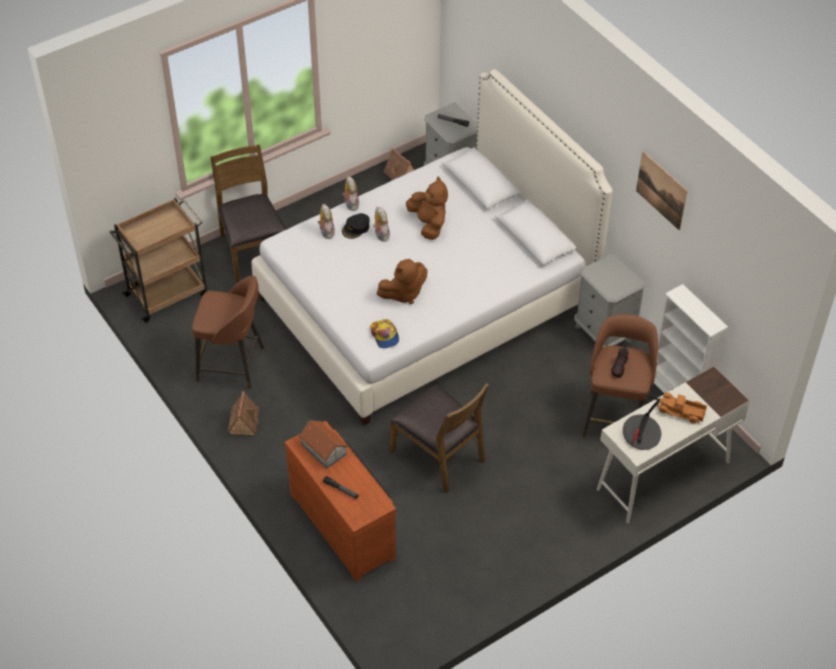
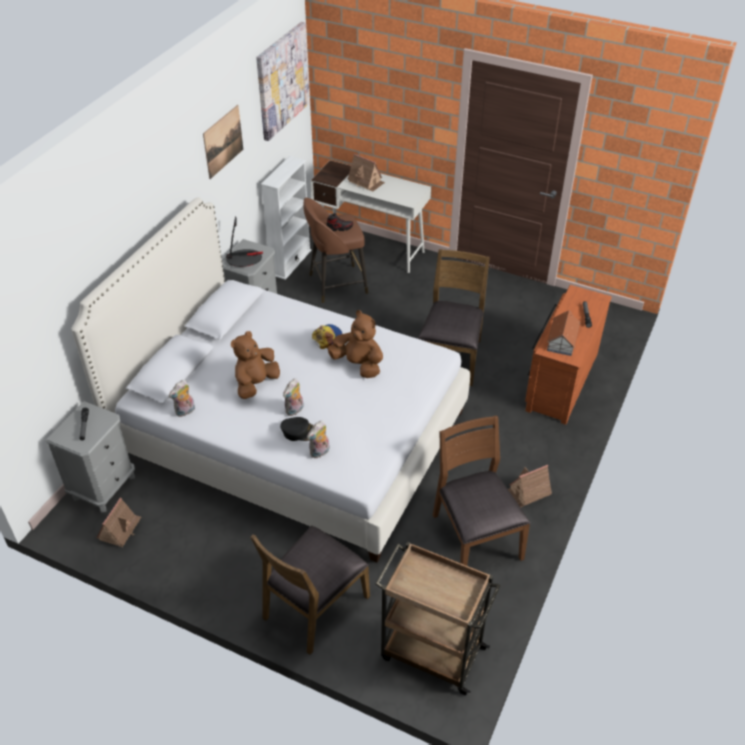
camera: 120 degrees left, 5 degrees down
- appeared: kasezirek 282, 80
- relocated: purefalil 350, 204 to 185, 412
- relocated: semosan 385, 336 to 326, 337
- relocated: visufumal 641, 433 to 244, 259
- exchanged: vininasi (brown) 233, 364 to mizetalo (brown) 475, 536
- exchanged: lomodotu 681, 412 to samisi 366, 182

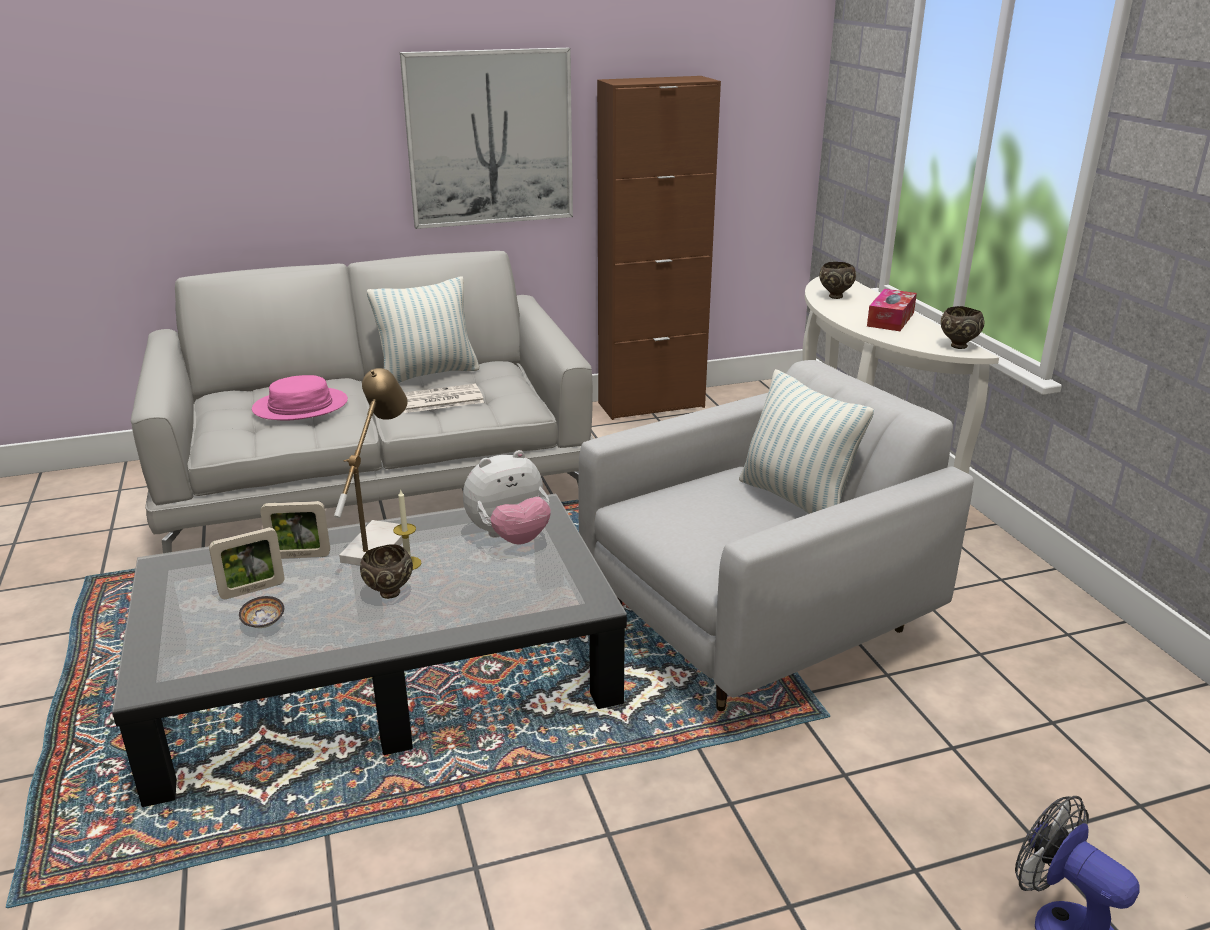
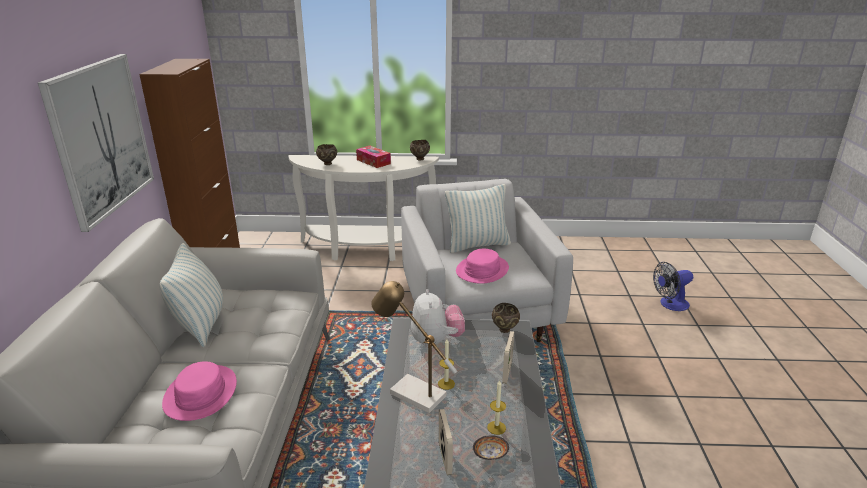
camera: 70 degrees left, 0 degrees up
- missing: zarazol 439, 400
- appeared: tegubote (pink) 482, 270
- appeared: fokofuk 496, 427
- relocated: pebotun 300, 556 to 507, 372
- relocated: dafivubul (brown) 388, 594 to 505, 330

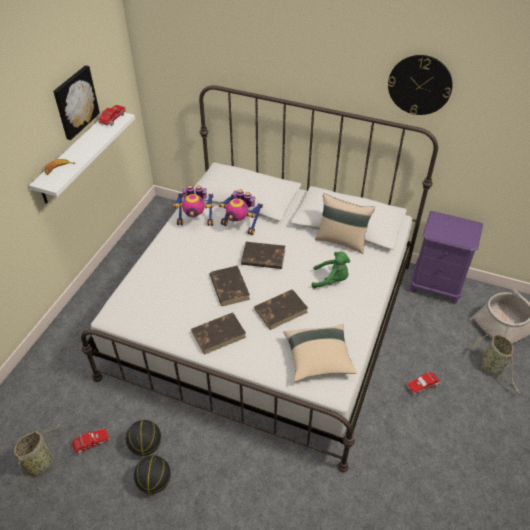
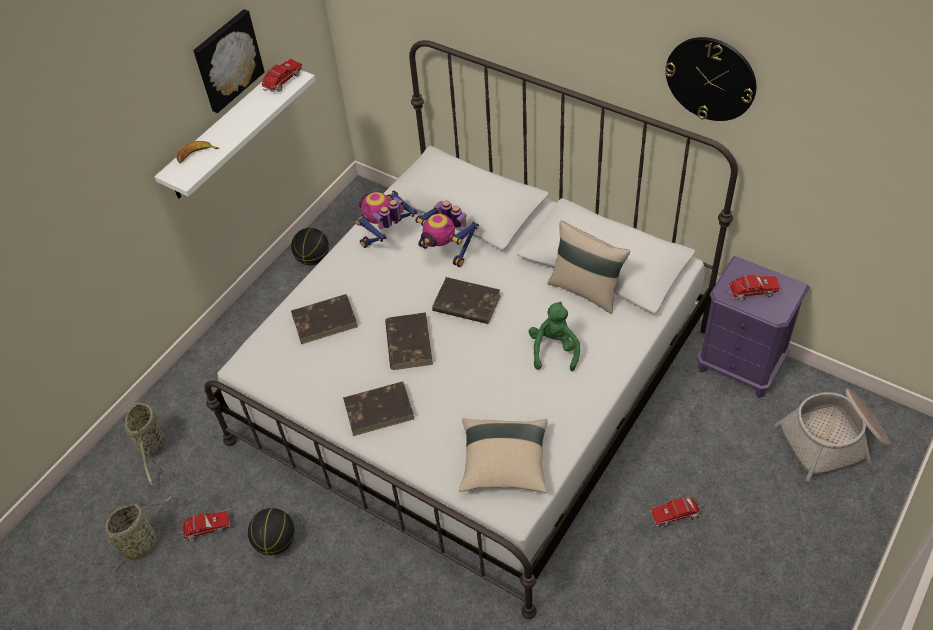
camera: 15 degrees right, 5 degrees up
- appeared: lomodotu 750, 292
- relocated: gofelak 154, 482 to 313, 259
- relocated: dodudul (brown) 281, 310 to 325, 320
- relocated: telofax 492, 368 to 152, 447
- spun: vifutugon 196, 221 = 386, 236 120 degrees clockwise
- spun: purefalil (green) 331, 280 = 554, 349 105 degrees counterclockwise

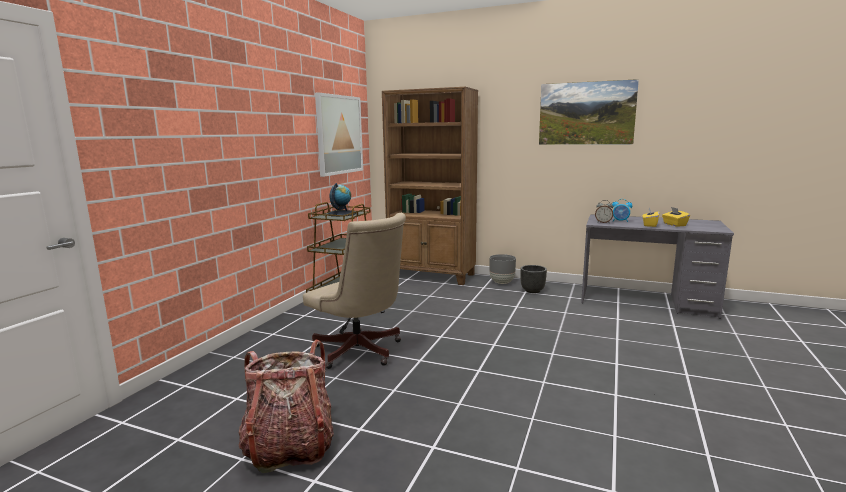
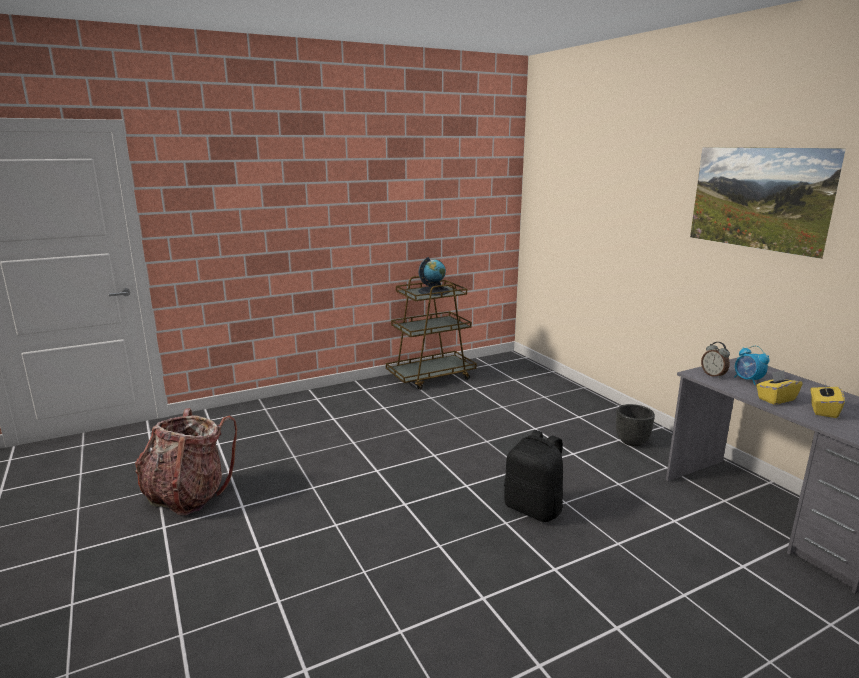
camera: 40 degrees right, 5 degrees up
- missing: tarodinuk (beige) 360, 352
- missing: kasezirek 339, 135
- missing: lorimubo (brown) 432, 276
- missing: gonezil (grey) 501, 282
- appeared: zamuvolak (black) 534, 509

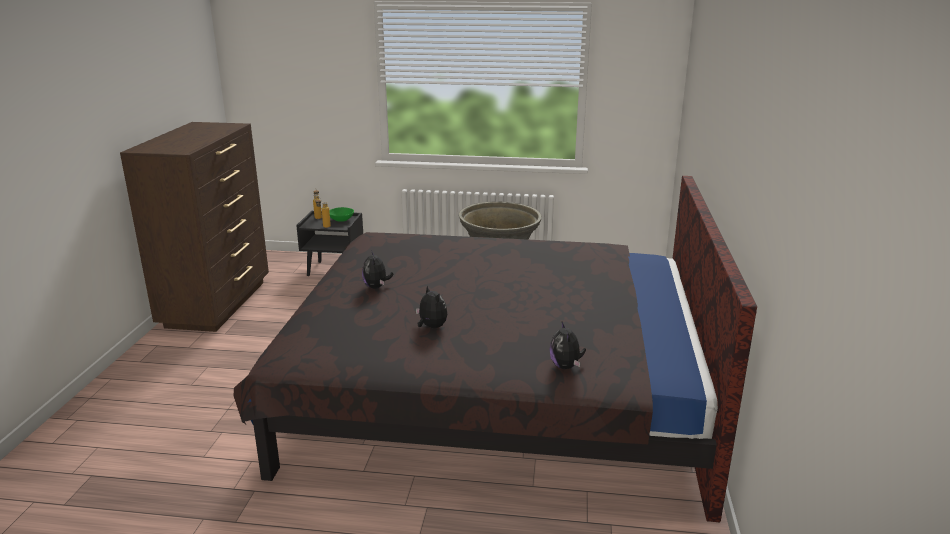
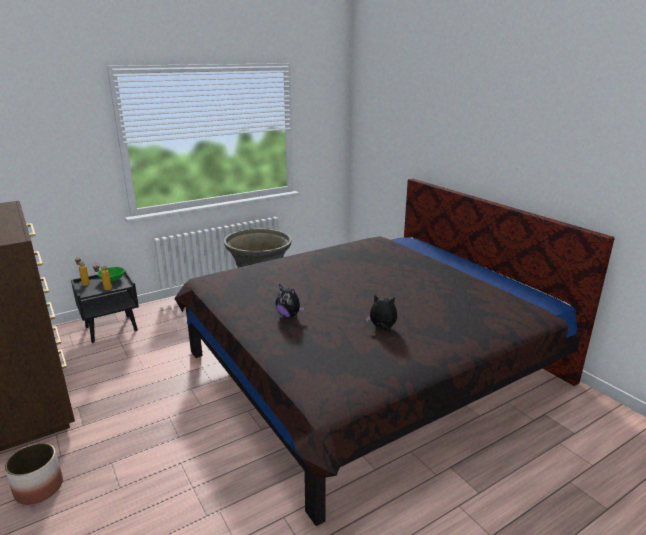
camera: 40 degrees left, 0 degrees up
- missing: purefalil 566, 366
- appeared: gonezil 39, 488

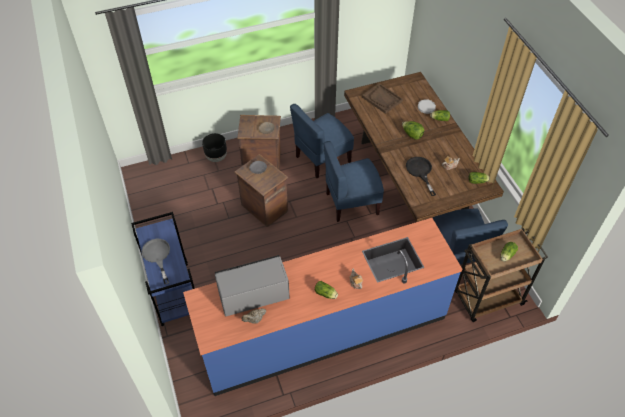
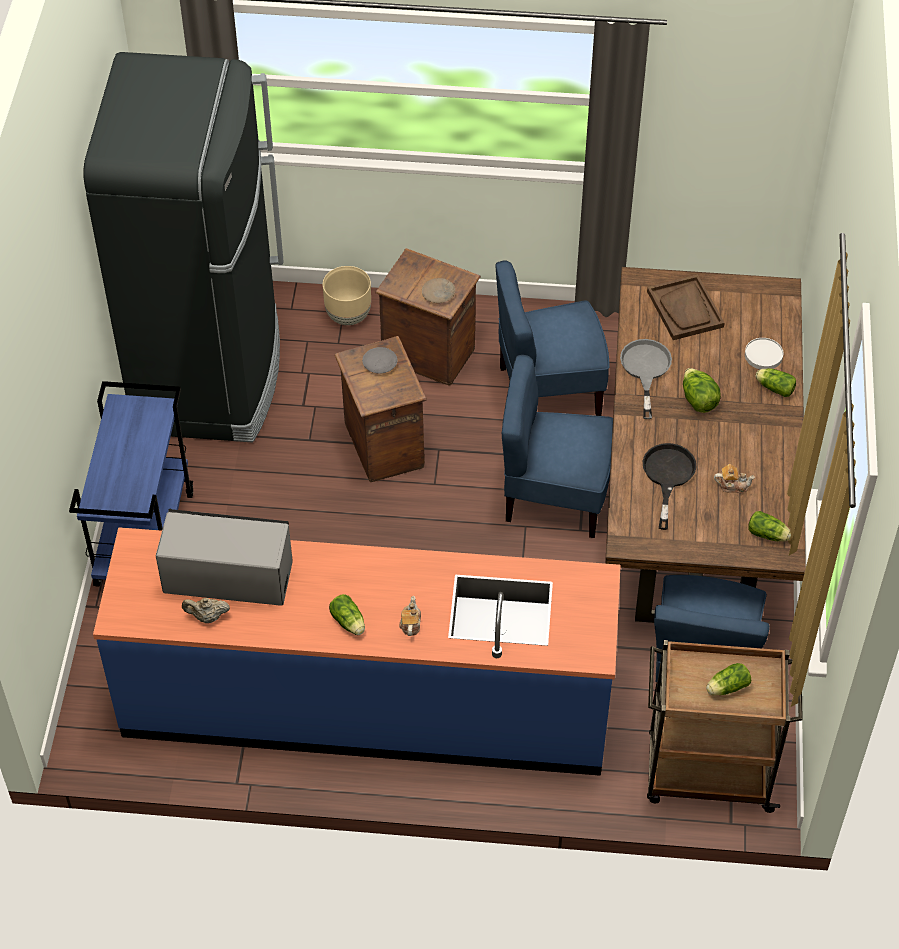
camera: 25 degrees right, 0 degrees up
- appeared: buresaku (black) 210, 376
- relocated: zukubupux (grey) 157, 256 to 645, 370
- colour: gonezil (black) 216, 157 to gonezil (beige) 348, 315

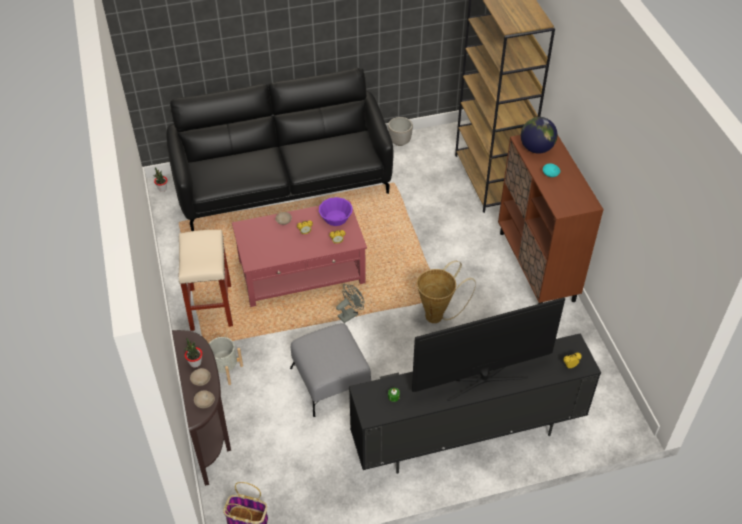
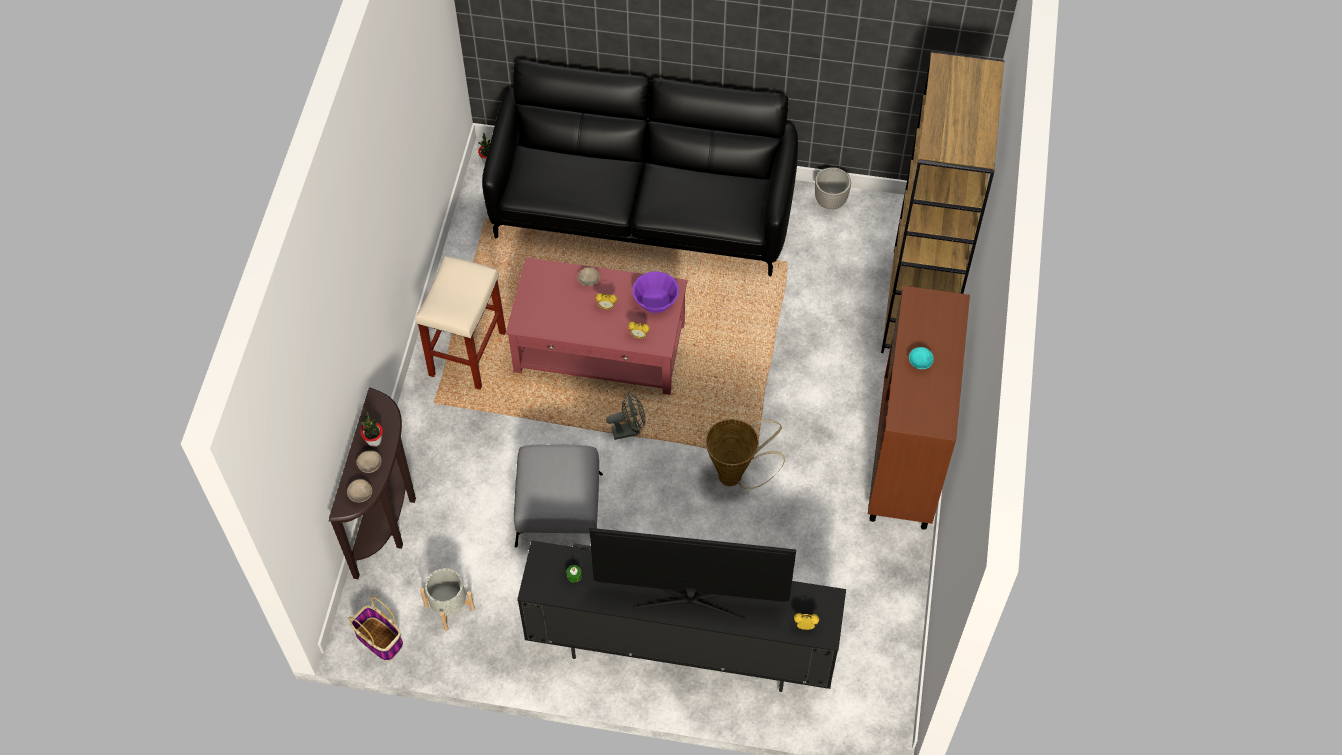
camera: 25 degrees right, 10 degrees up
- missing: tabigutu 536, 148
- relocated: gonezil (grey) 225, 370 to 449, 607

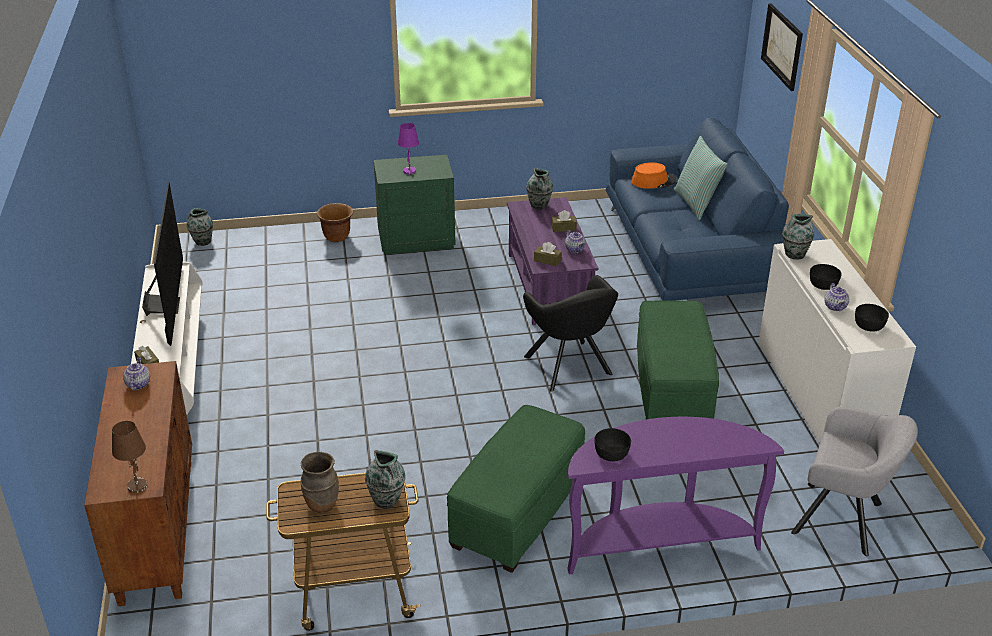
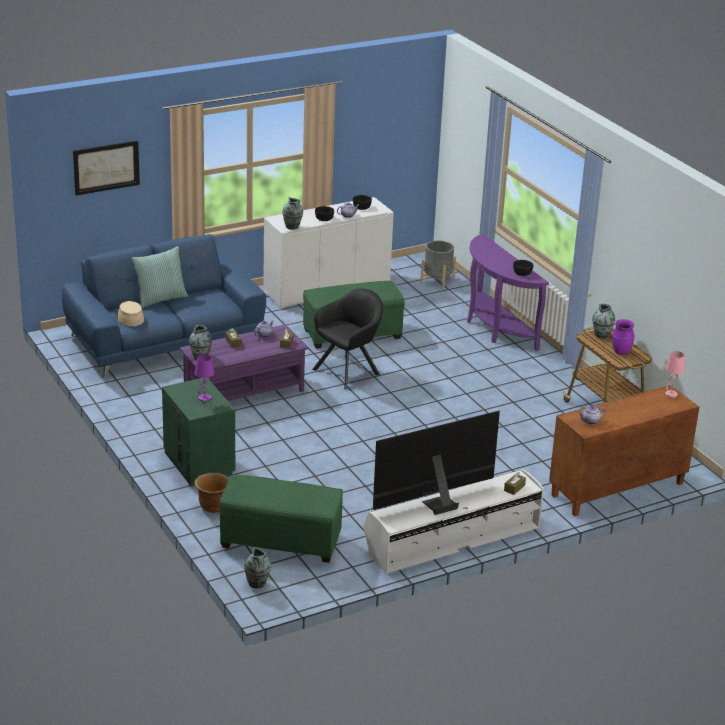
camera: 110 degrees left, 5 degrees down
- relocated: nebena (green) 517, 513 to 280, 540
- exchanged: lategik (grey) 843, 520 to gonezil (grey) 437, 281
- colour: visufumal (brown) 137, 485 to visufumal (pink) 671, 394
- colour: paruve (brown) 321, 504 to paruve (purple) 621, 352
- colour: tegubote (orange) 653, 181 to tegubote (beige) 129, 317

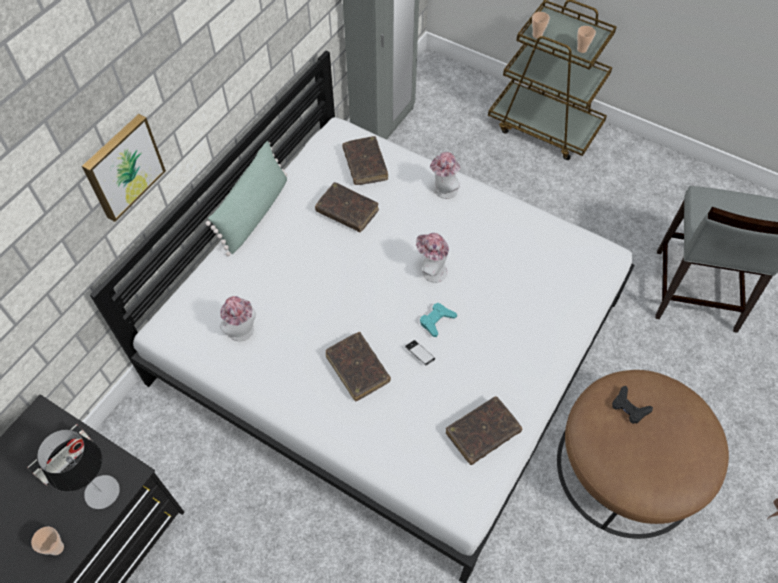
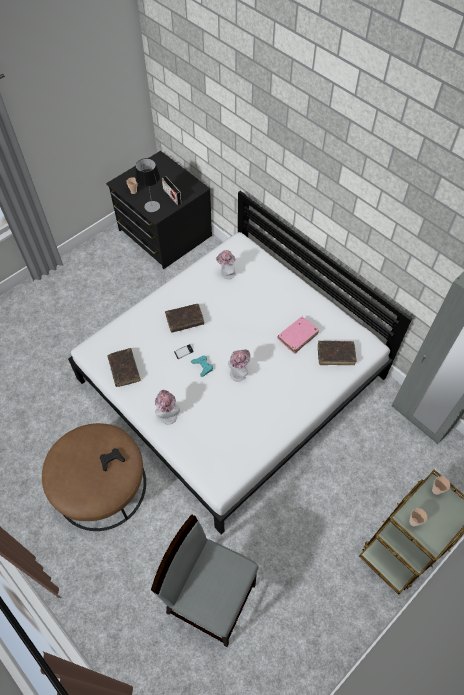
camera: 105 degrees right, 0 degrees up
- missing: kasezirek 122, 166
- missing: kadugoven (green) 254, 212
- relocated: tegubote 443, 191 to 168, 414
- colour: dodudul (brown) 347, 211 to dodudul (pink) 297, 337

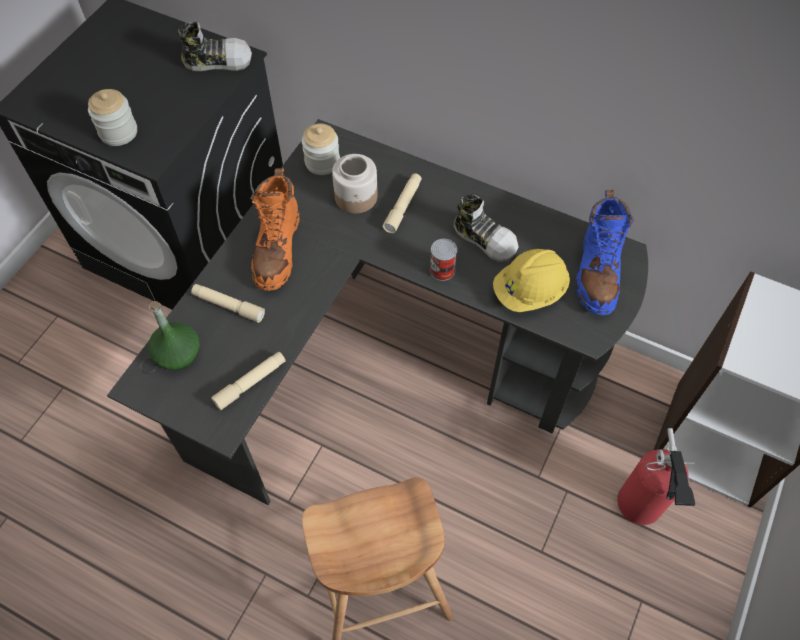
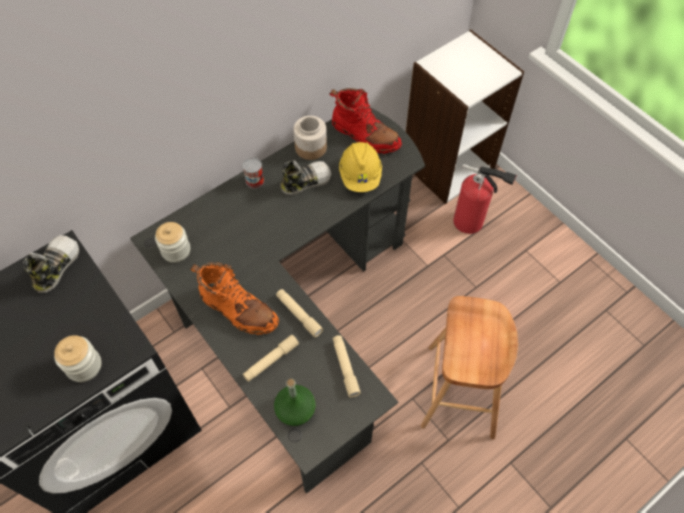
camera: 65 degrees left, 0 degrees up
- relocated: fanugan 356, 197 to 311, 147
- relocated: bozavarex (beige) 403, 206 to 299, 315
- relocated: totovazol 442, 270 to 254, 181
- colour: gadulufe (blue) 597, 272 to gadulufe (red) 365, 135

